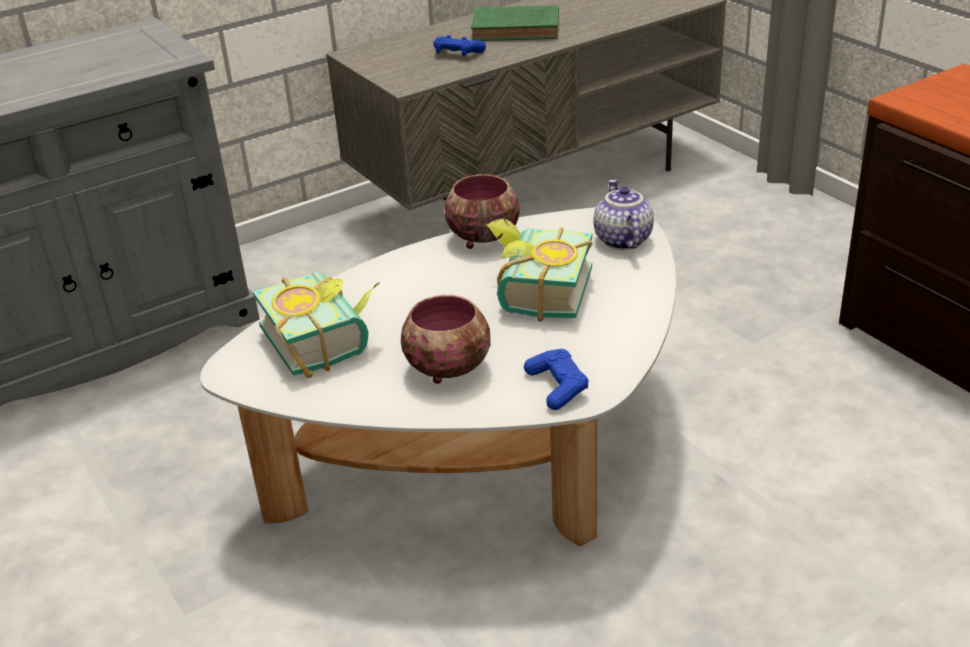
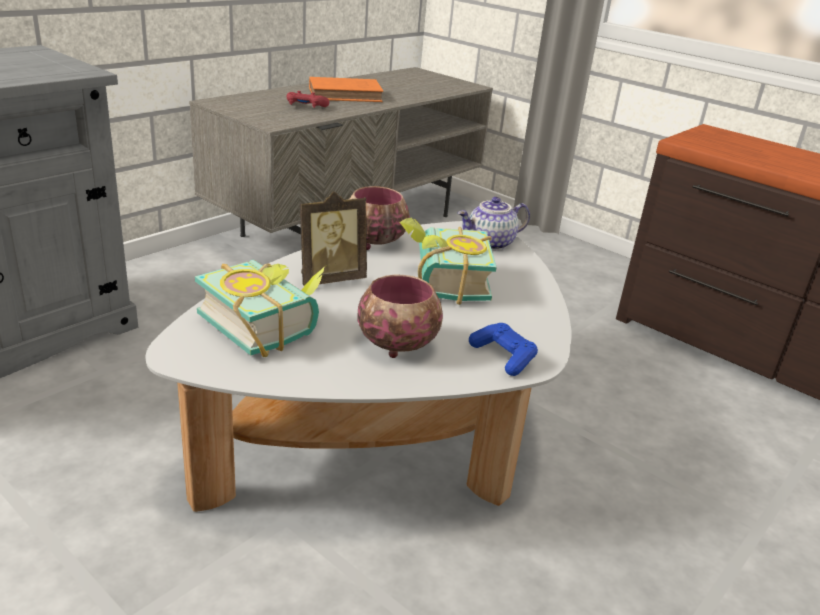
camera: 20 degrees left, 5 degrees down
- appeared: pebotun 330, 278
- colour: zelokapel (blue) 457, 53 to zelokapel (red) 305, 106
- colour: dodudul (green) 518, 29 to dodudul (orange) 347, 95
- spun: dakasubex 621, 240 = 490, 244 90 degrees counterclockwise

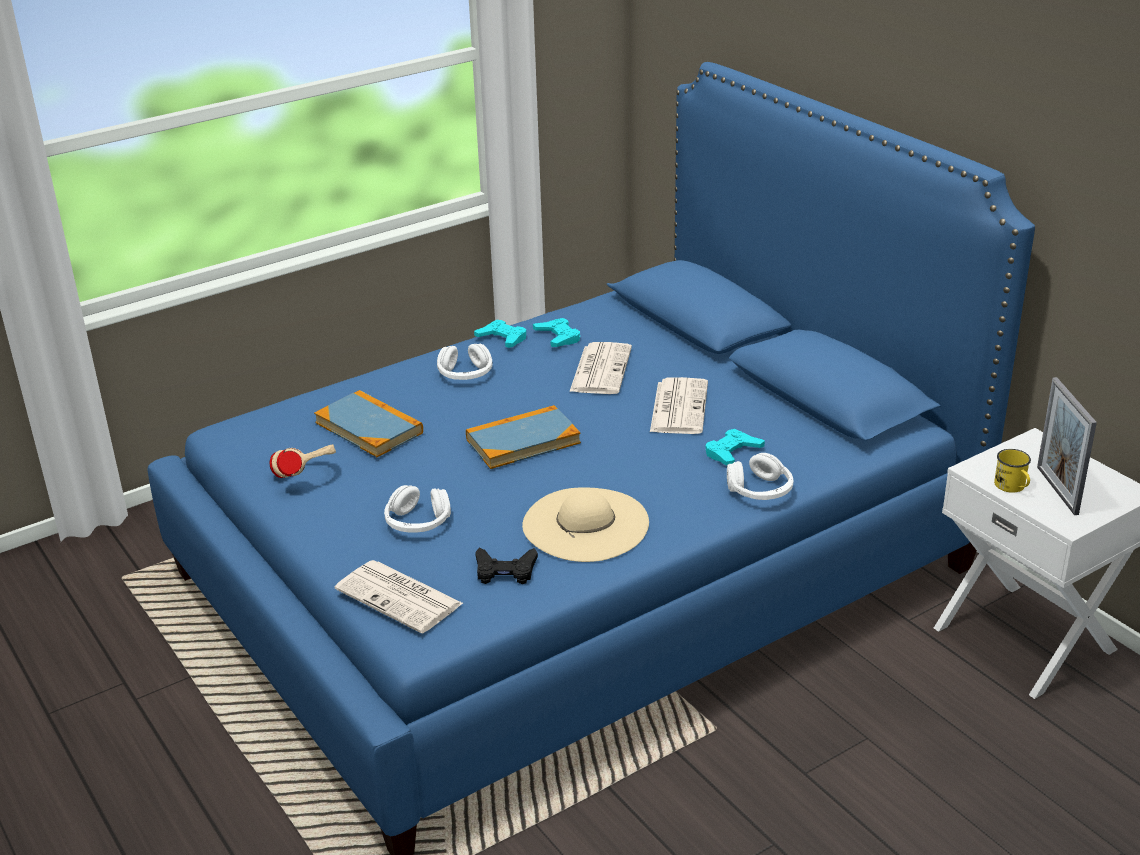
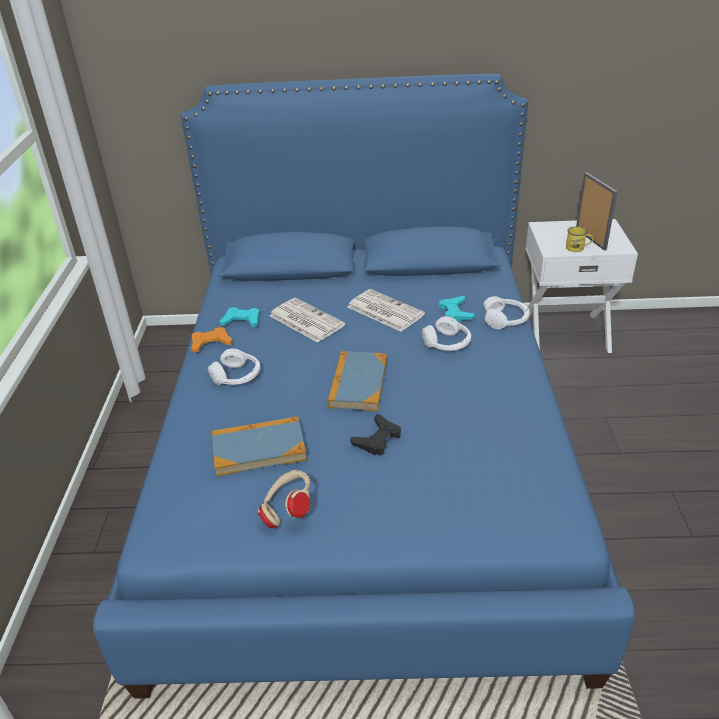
camera: 55 degrees left, 5 degrees up
- missing: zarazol 401, 597
- missing: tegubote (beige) 585, 524
- relocated: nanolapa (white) 418, 522 to 447, 343
- relocated: zelokapel (black) 505, 571 to 377, 439
- colour: zelokapel (turquoise) 502, 338 to zelokapel (orange) 211, 343
- spun: pebotun 1057, 490 = 590, 239 135 degrees counterclockwise

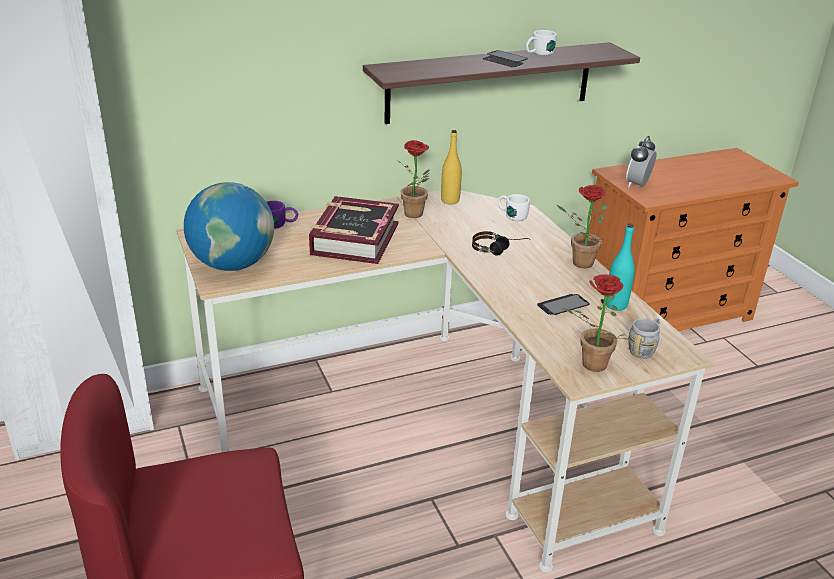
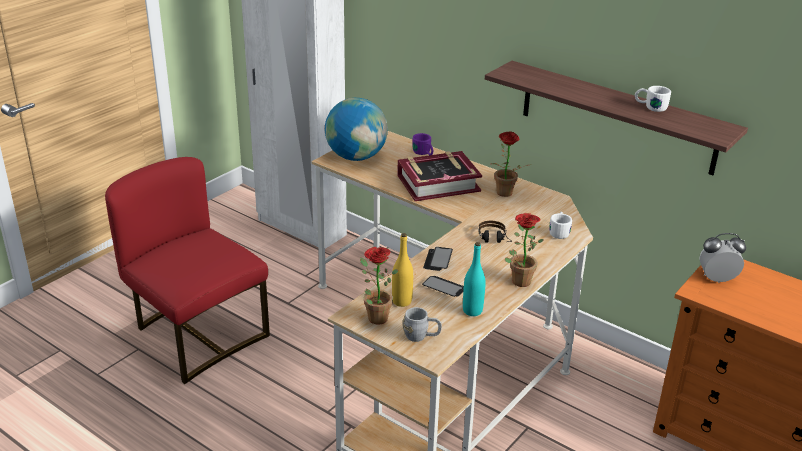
camera: 60 degrees right, 0 degrees up
- relocated: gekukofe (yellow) 450, 201 to 402, 301
- relocated: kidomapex 505, 60 to 438, 260

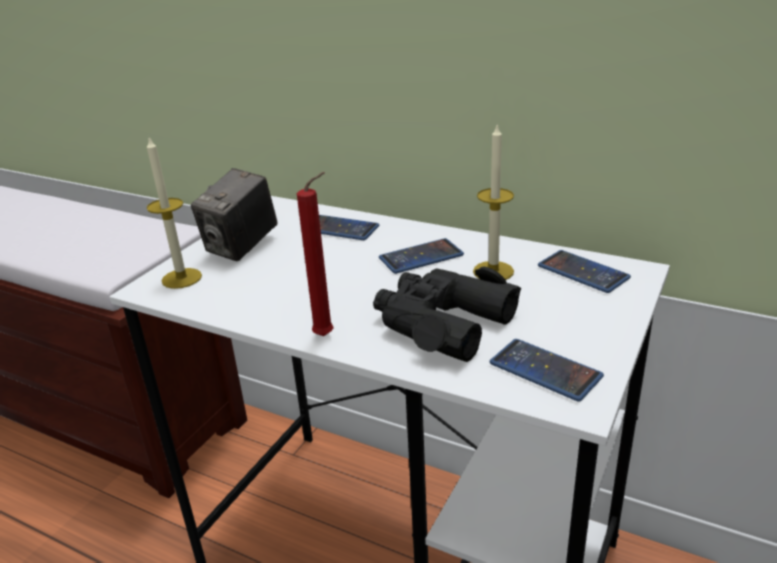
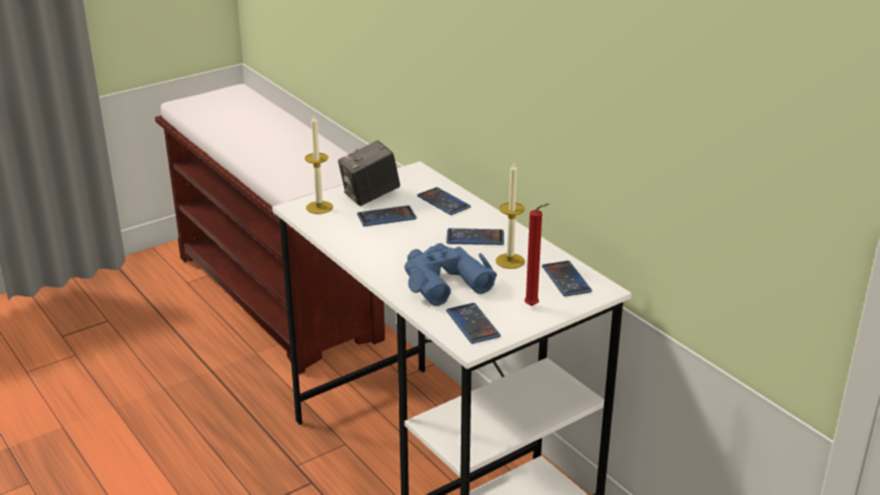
camera: 25 degrees right, 0 degrees up
- appeared: kidomapex 386, 217
- relocated: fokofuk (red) 327, 336 to 533, 306
- colour: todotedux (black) 441, 322 to todotedux (blue) 444, 281

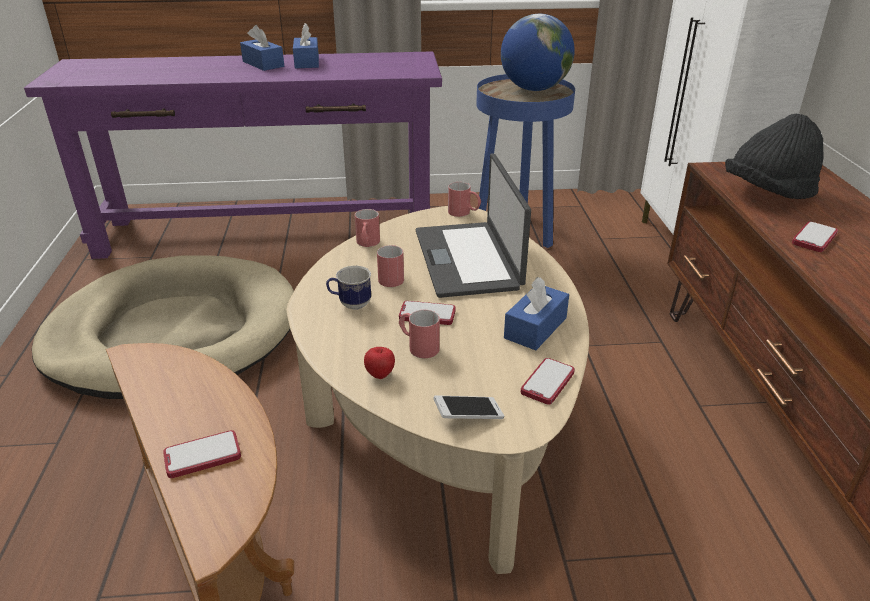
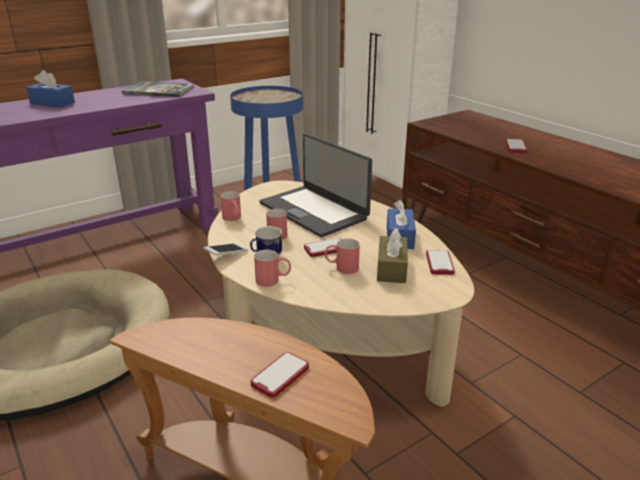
camera: 30 degrees left, 5 degrees down
- missing: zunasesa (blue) 307, 62
- missing: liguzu 380, 375
- missing: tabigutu 534, 89
- missing: tegubote (black) 767, 193
- appeared: dodudul 159, 90
- appeared: zunasesa (brown) 391, 268
- relocated: kidomapex 468, 415 to 226, 255
- relocated: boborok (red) 464, 213 to 273, 280

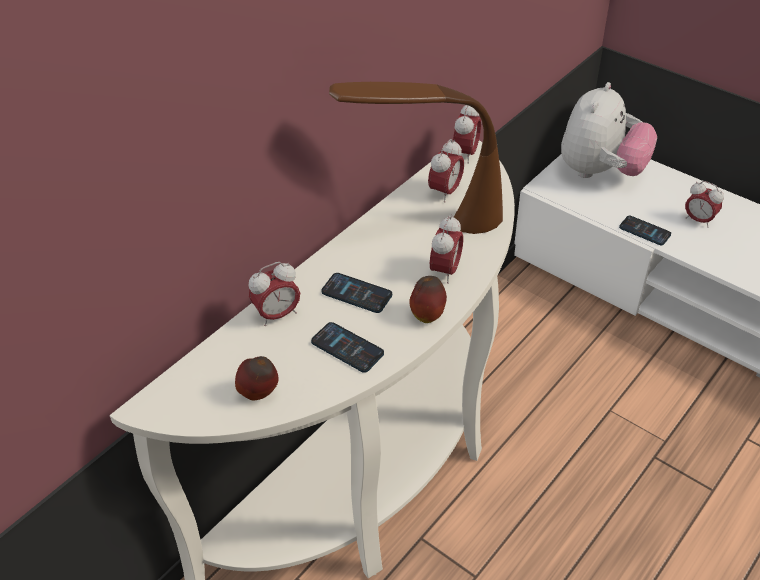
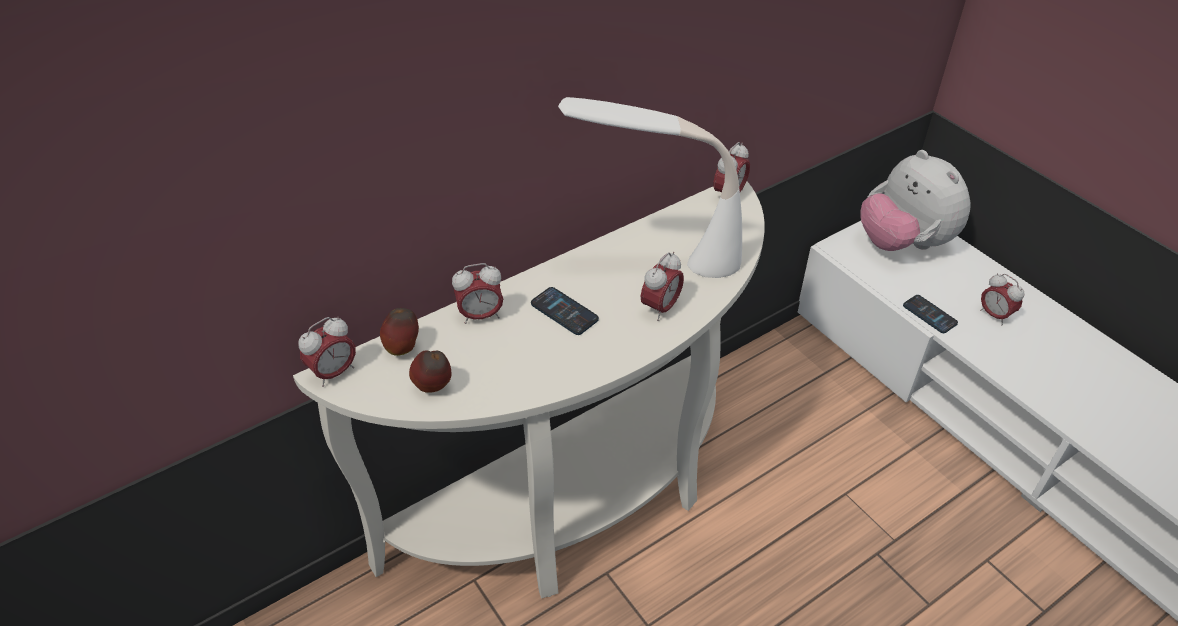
camera: 15 degrees right, 0 degrees up
- missing: kidomapex 347, 348
- relocated: liguzu 427, 315 to 403, 348
- relocated: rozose 445, 192 to 334, 373
- colour: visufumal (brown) 422, 234 to visufumal (white) 652, 267
- spun: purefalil 600, 172 = 903, 243 105 degrees clockwise

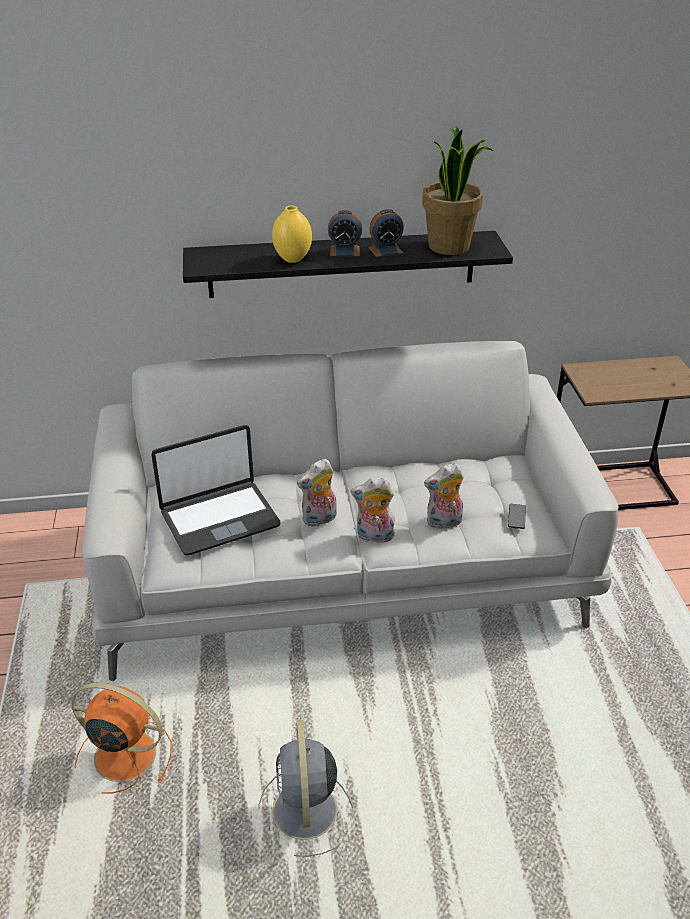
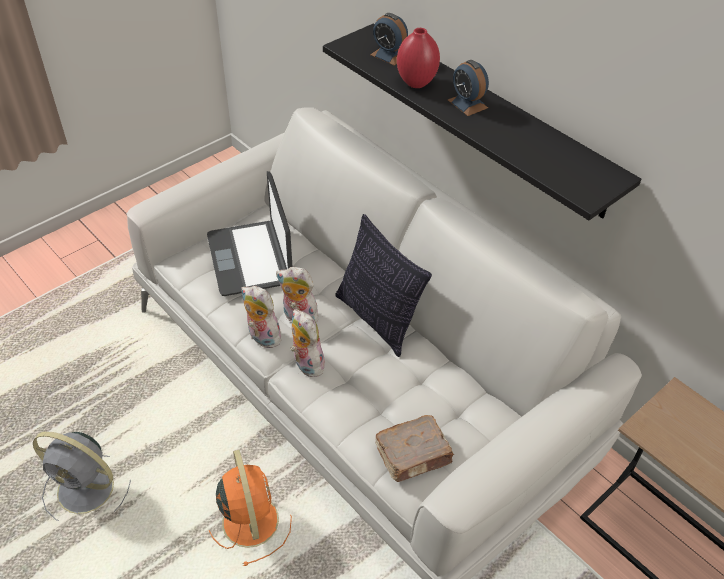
camera: 55 degrees right, 10 degrees up
- missing: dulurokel 450, 246
- appeared: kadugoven 378, 319
- relocated: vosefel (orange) 122, 755 to 249, 519
- relocated: rozose 385, 250 to 389, 55
- relocated: purefalil 443, 523 to 262, 337
- exchanged: kidomapex 516, 517 to dodudul (brown) 414, 455
- colour: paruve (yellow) 292, 259 to paruve (red) 415, 83
- spun: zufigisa 219, 518 = 250, 259 45 degrees clockwise
- spun: vosefel (grey) 305, 813 = 88, 490 120 degrees counterclockwise

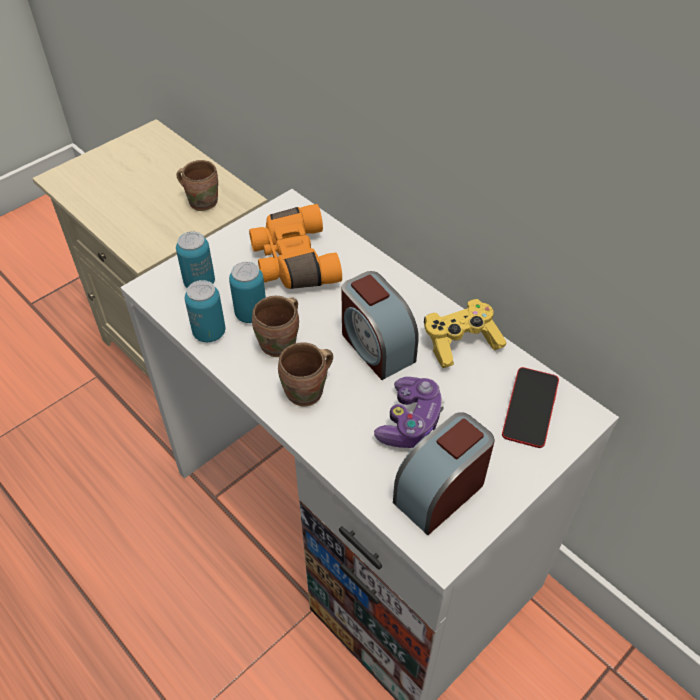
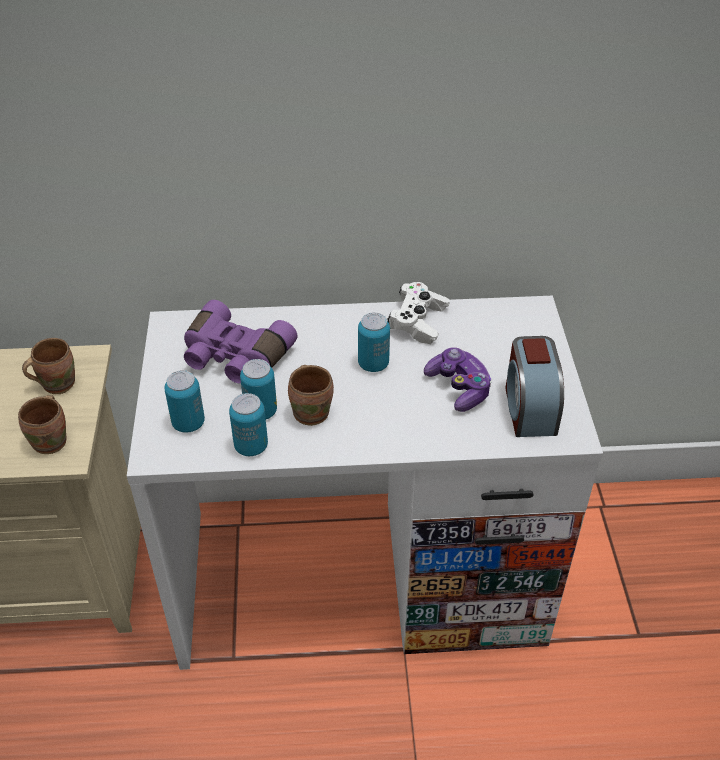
camera: 50 degrees left, 5 degrees down
- missing: kidomapex 529, 411
- relocated: boborok (brown) 308, 393 to 53, 441
- exchanged: rozose 376, 346 to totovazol 373, 364
- colour: todotedux (orange) 292, 261 to todotedux (purple) 234, 357
- colour: zelokapel (yellow) 461, 342 to zelokapel (white) 418, 322

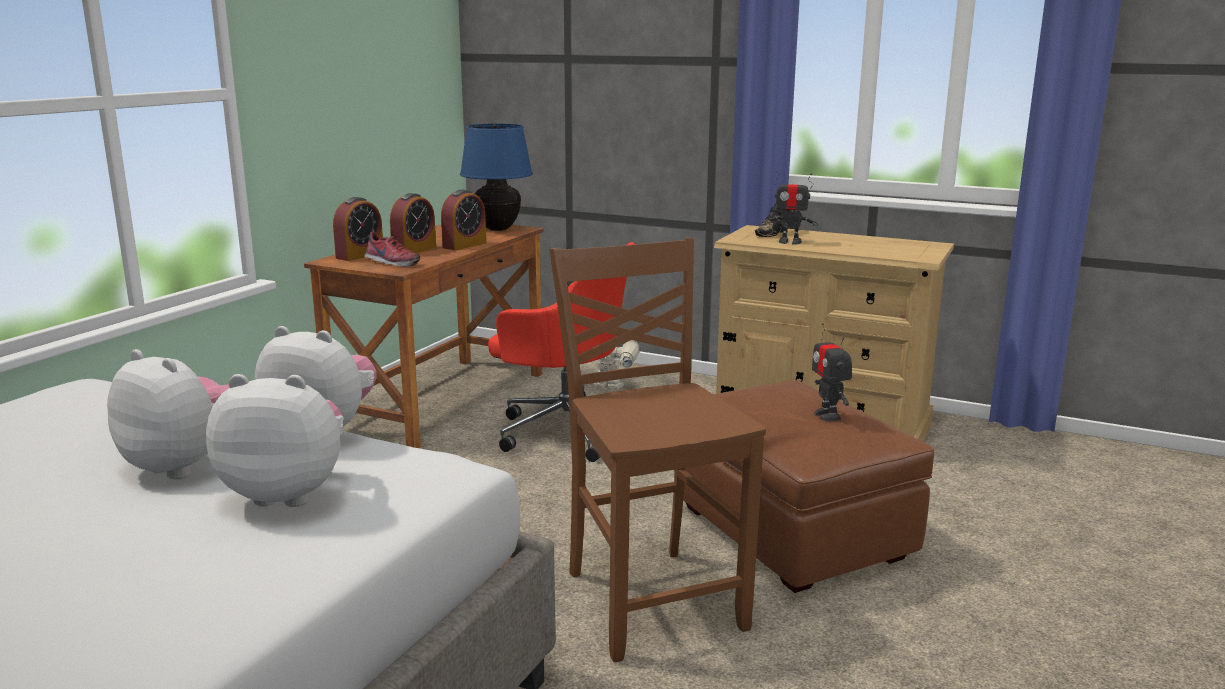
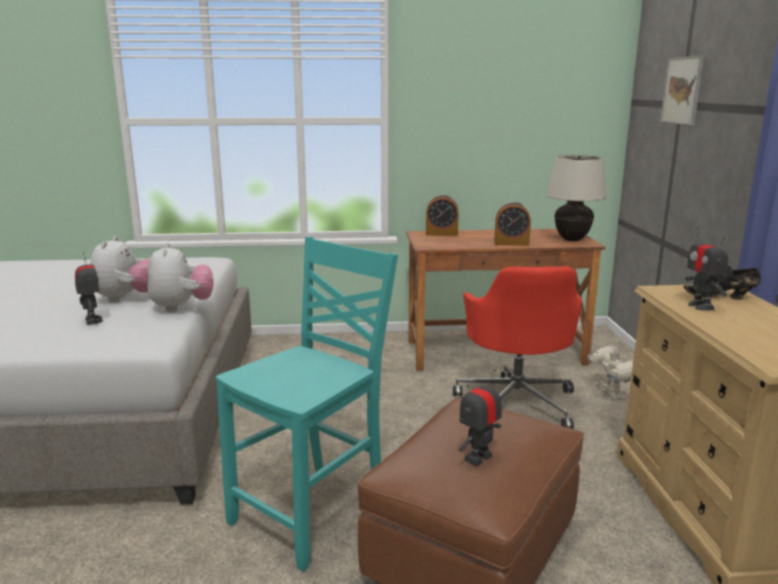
camera: 60 degrees right, 0 degrees up
- missing: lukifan 391, 263
- missing: rozose 414, 250
- appeared: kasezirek 682, 90
- exchanged: purefalil 287, 493 to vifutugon 92, 320
- colour: visufumal (blue) 498, 229 to visufumal (beige) 571, 239
- colour: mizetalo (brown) 651, 599 to mizetalo (turquoise) 313, 514

